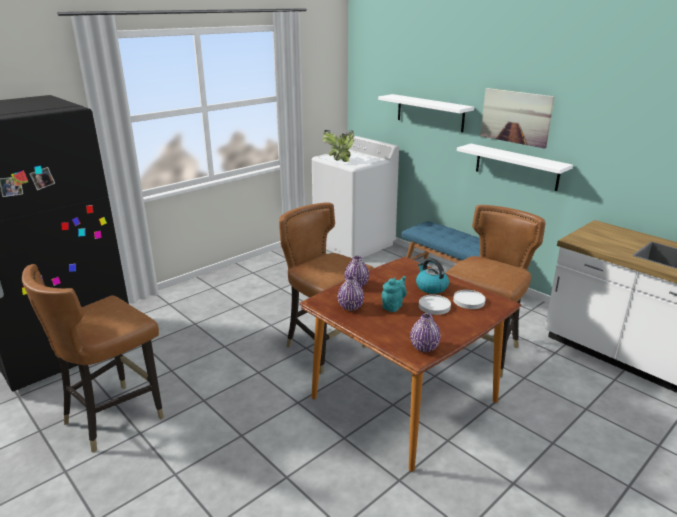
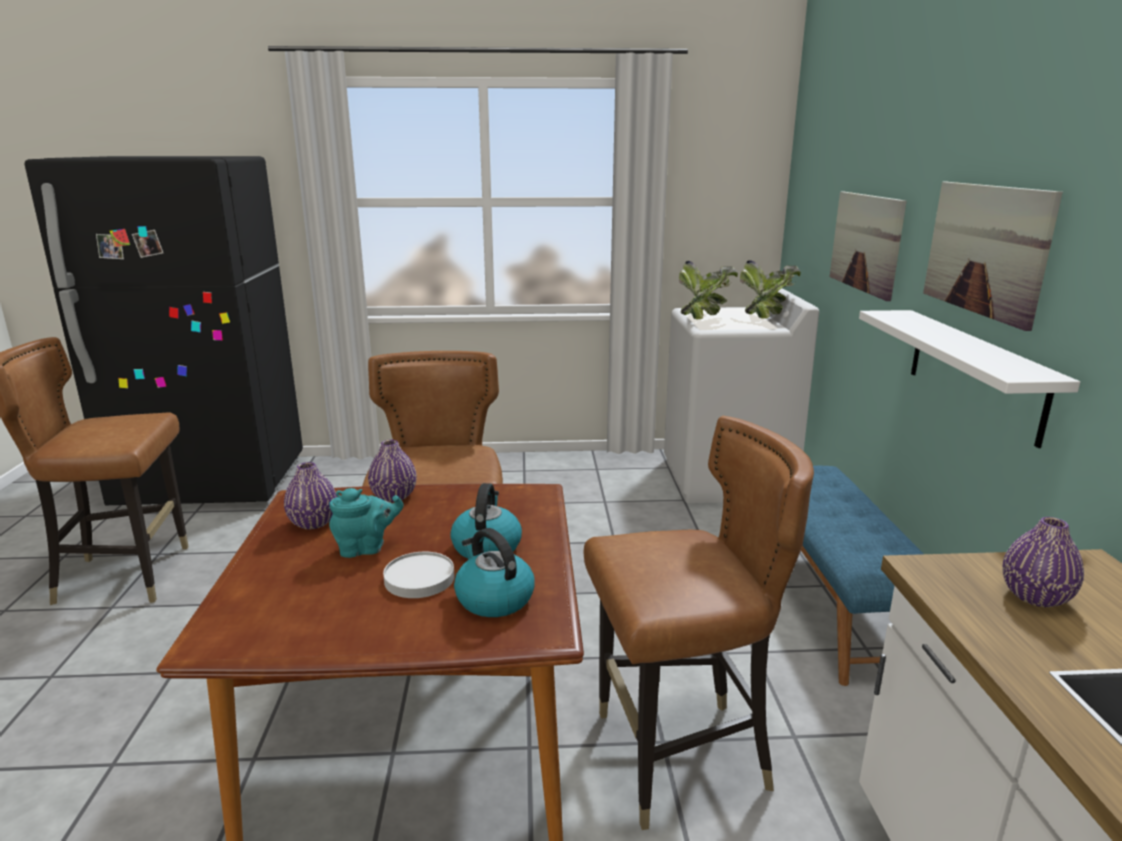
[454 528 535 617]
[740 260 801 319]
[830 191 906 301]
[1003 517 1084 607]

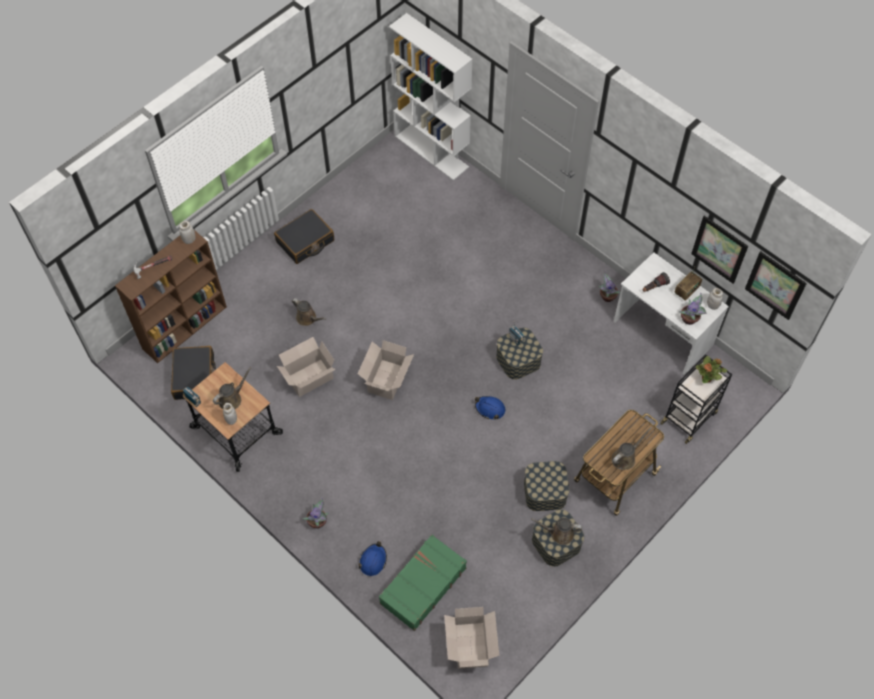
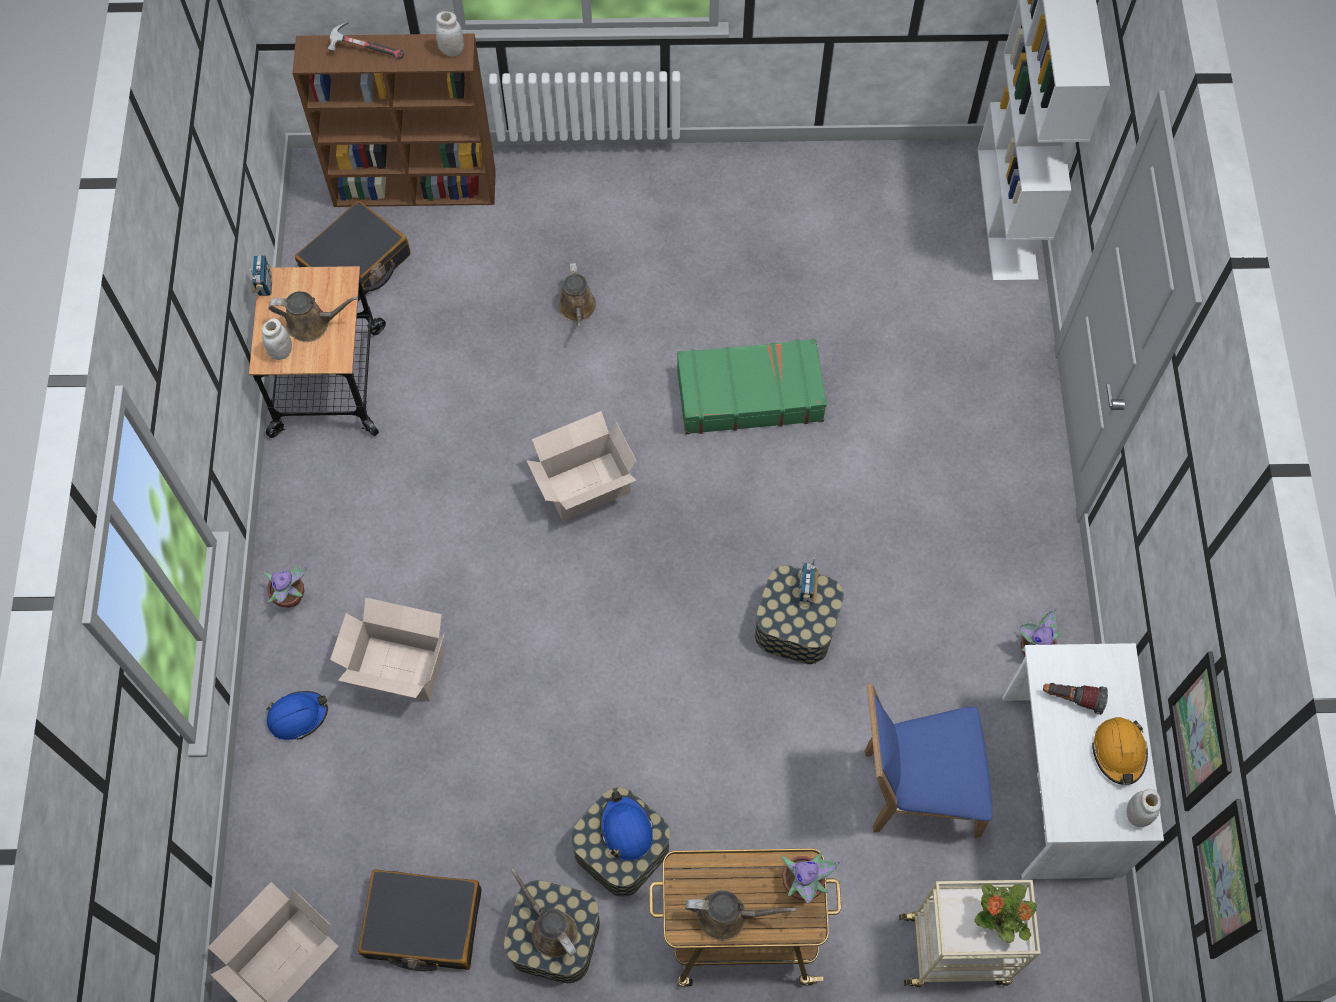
[330 598 445 701]
[358 869 481 971]
[600 791 653 860]
[677 339 827 434]
[781 852 840 904]
[865 683 993 838]
[899 880 1041 987]
[1092 717 1148 785]

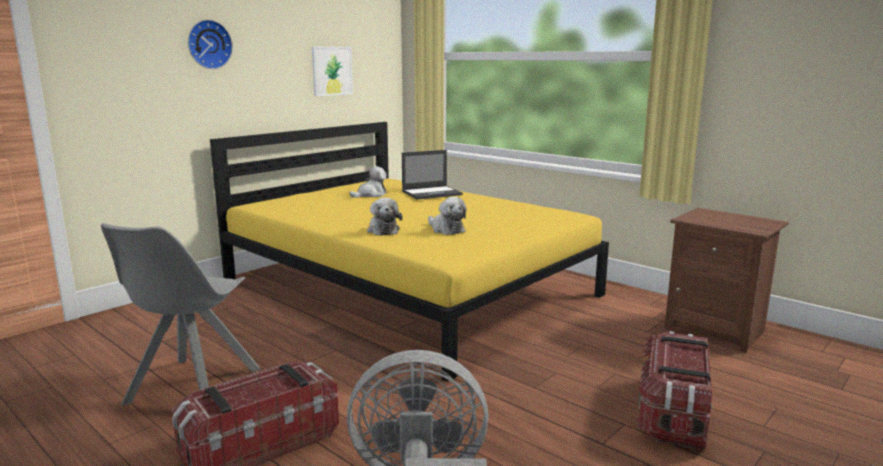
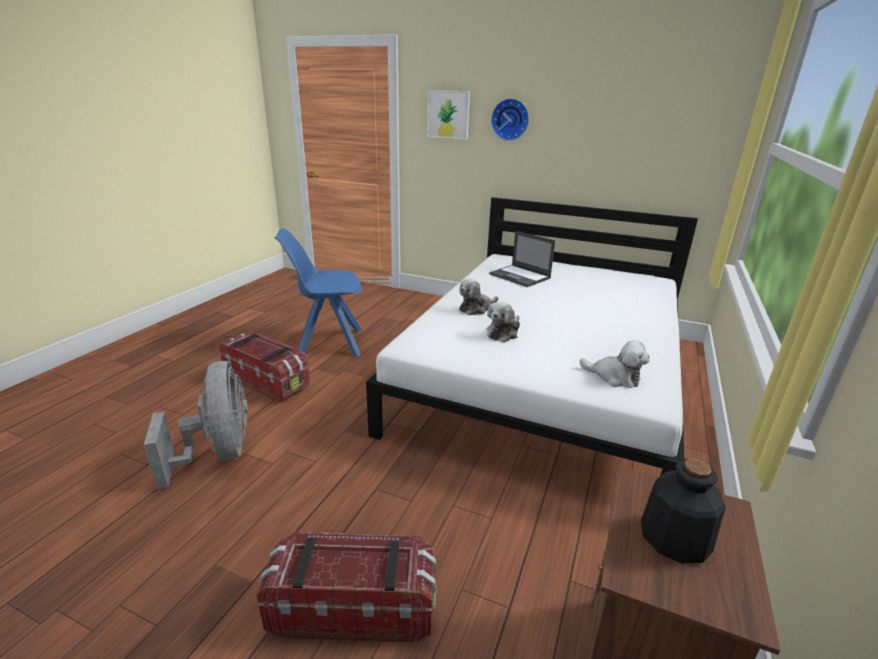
[274 228 362 357]
[366 197 698 476]
[427 90 470 140]
[490 231 555 287]
[580 340 650 388]
[641 459 726 563]

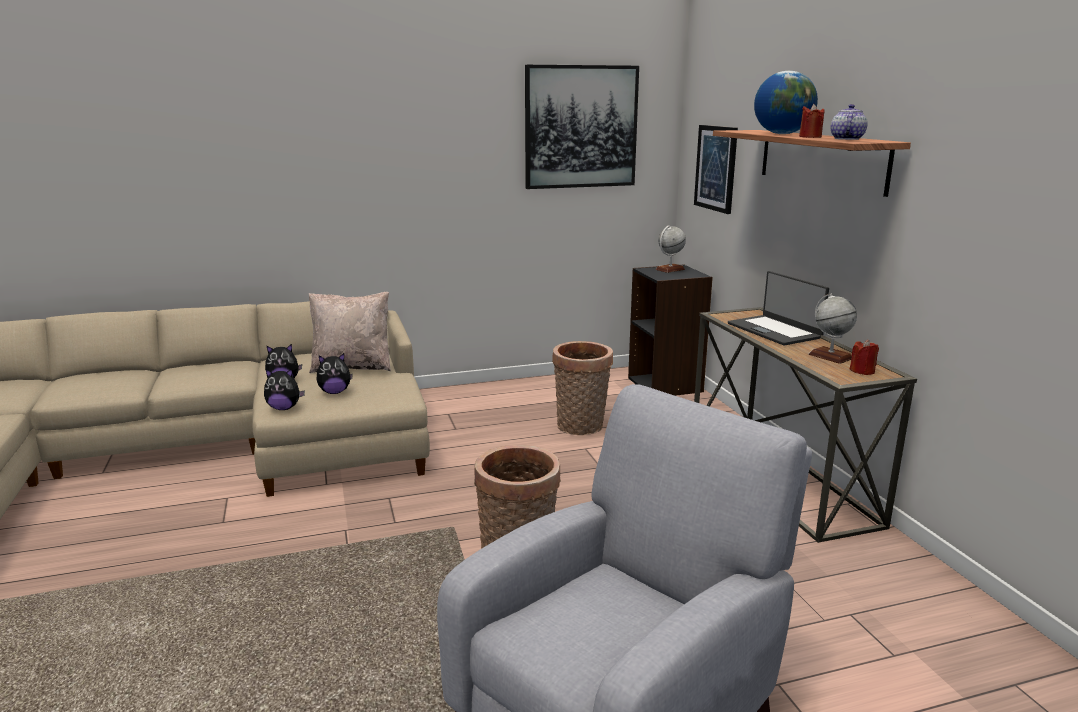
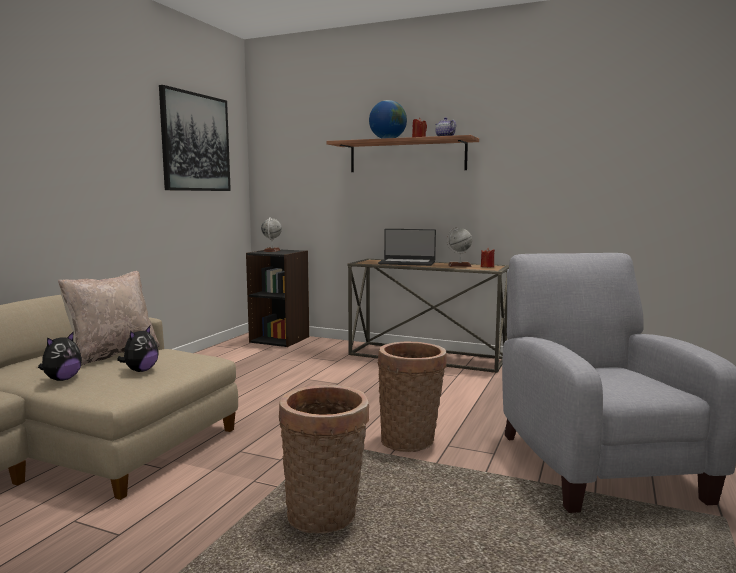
[279 385 369 534]
[264 369 305 410] (first image)
[694 125 738 214] (first image)

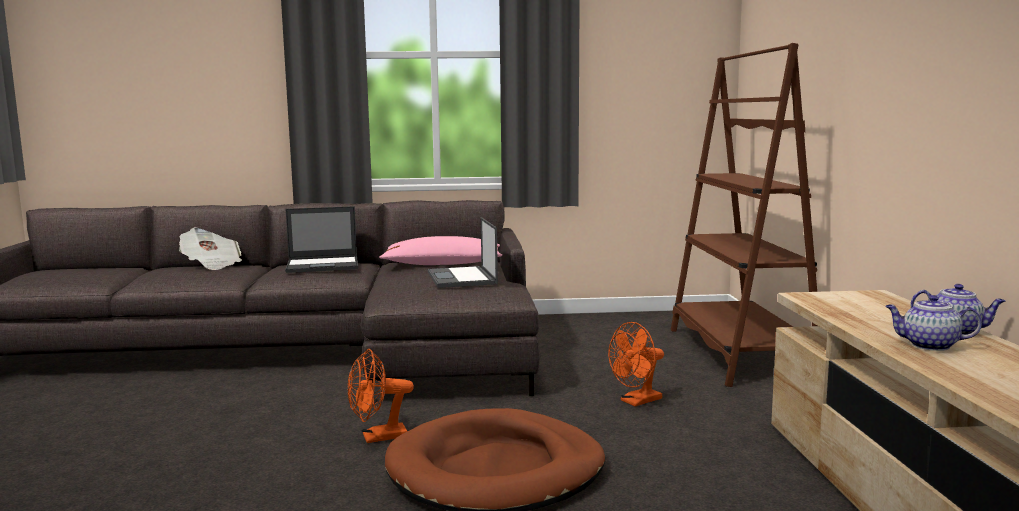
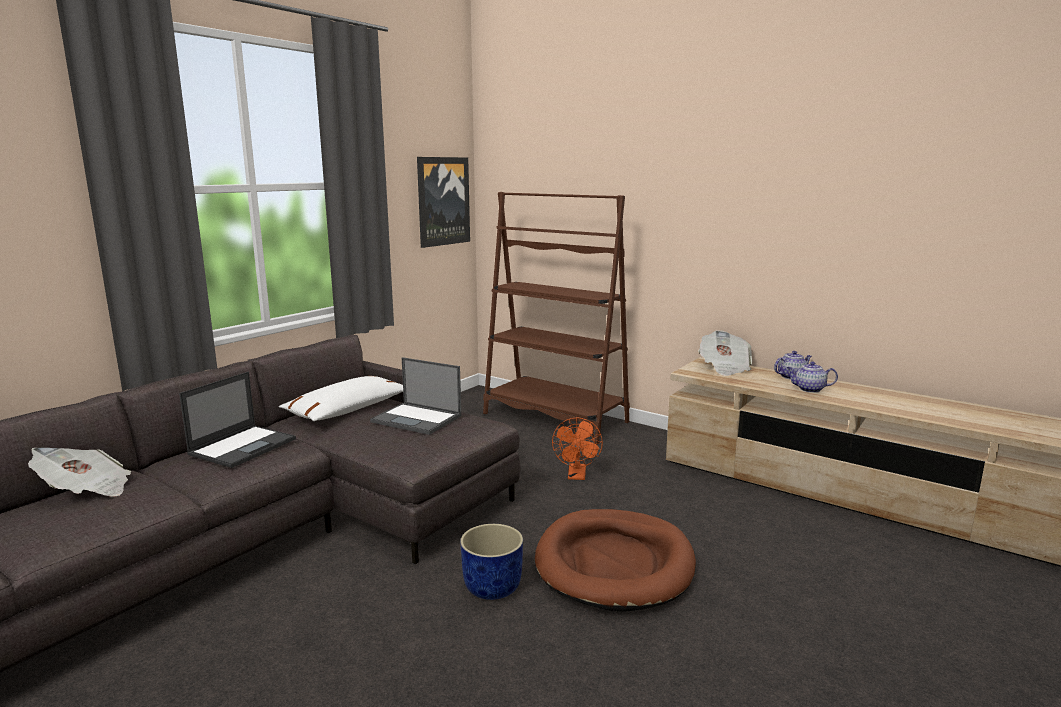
[279 376 403 421]
[417 157 470 248]
[460 524 523 600]
[699 330 752 376]
[786 362 838 393]

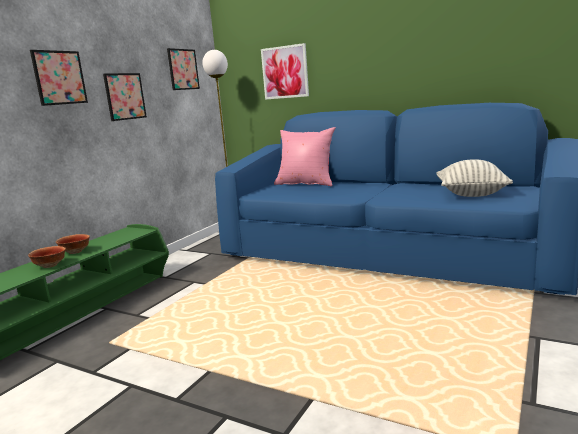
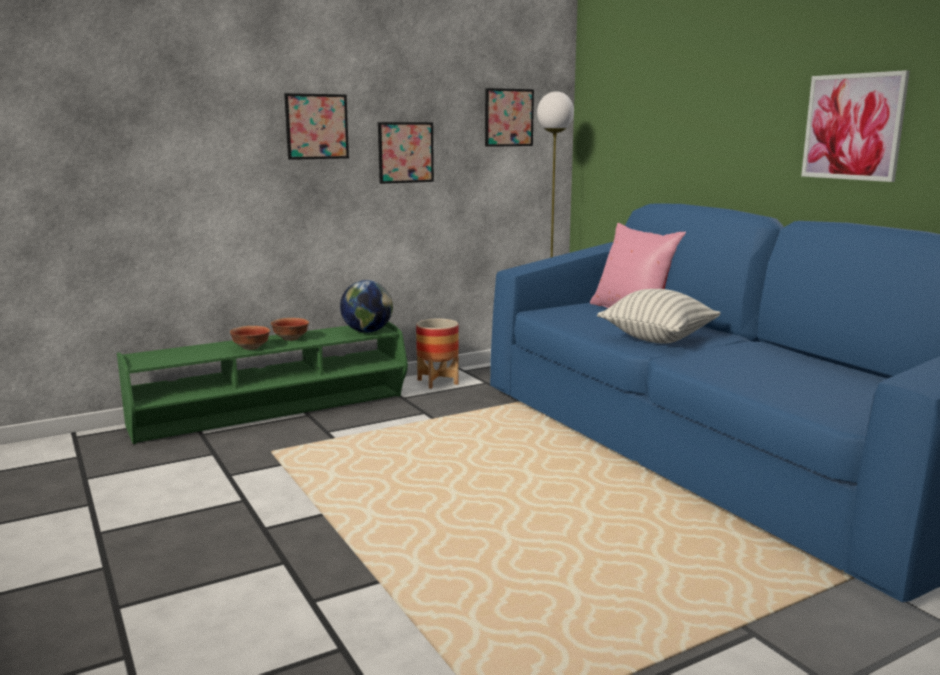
[340 280 393 333]
[416 319 459 389]
[597 289 721 344]
[801 70 910 182]

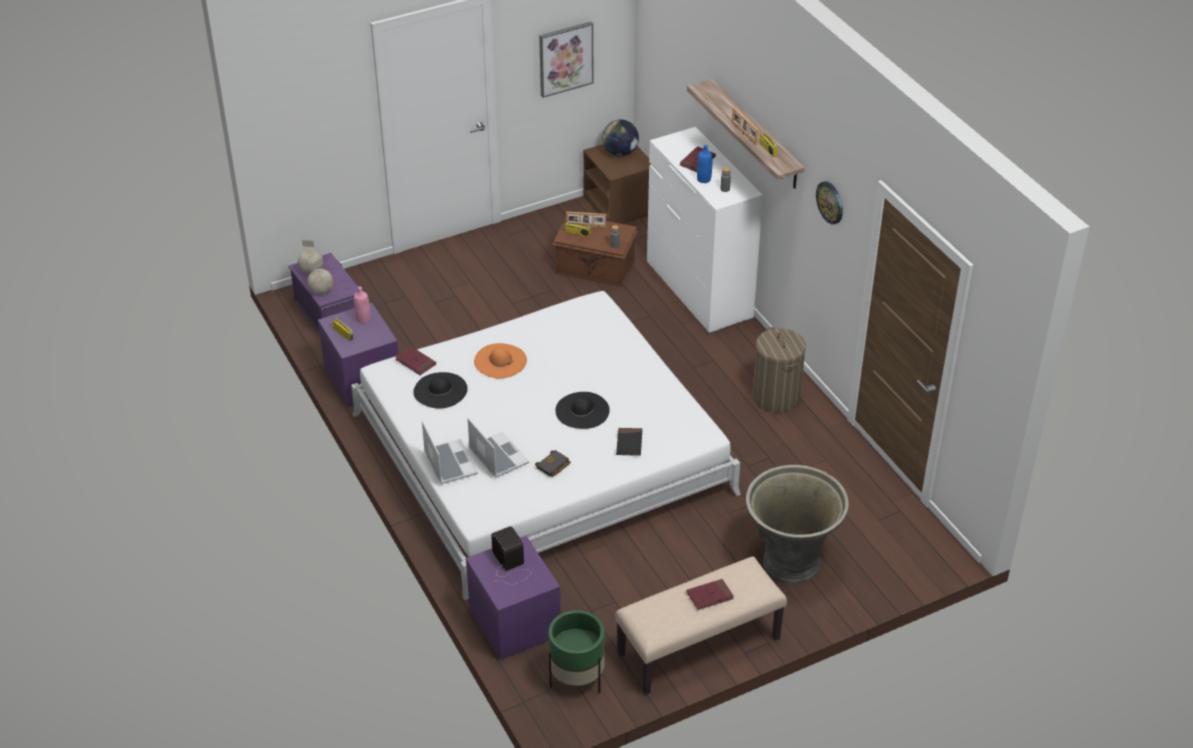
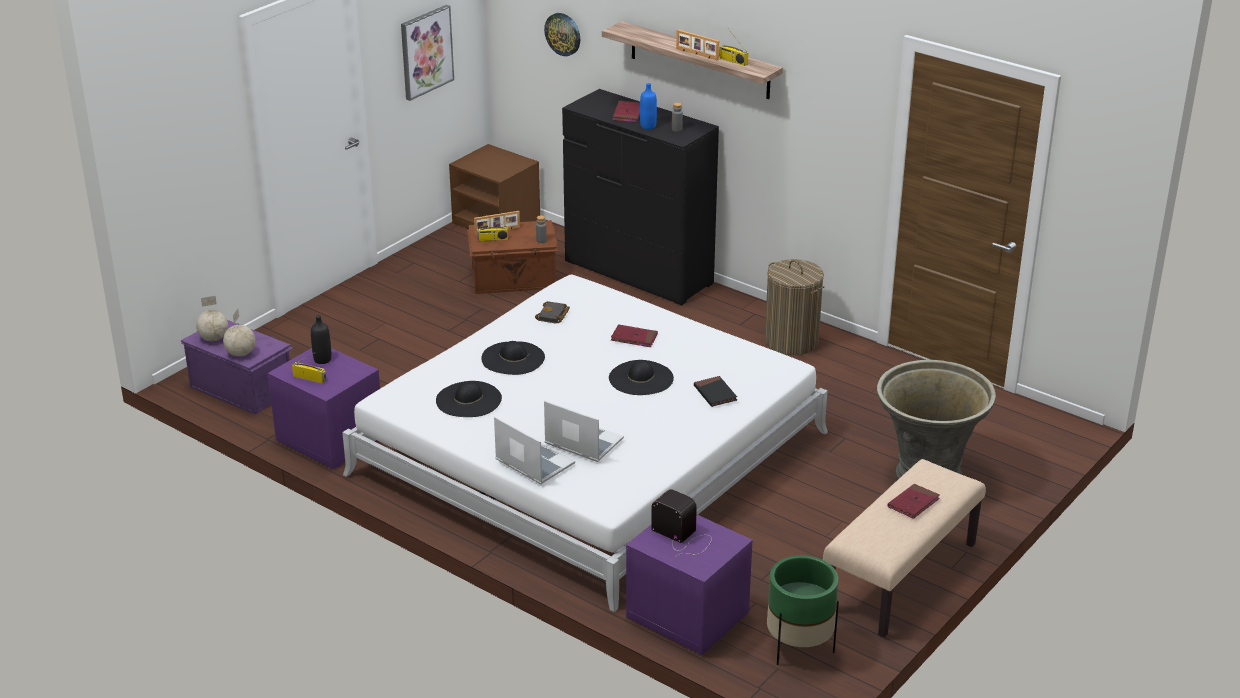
[311 315 331 364]
[481 341 545 375]
[535 301 570 324]
[544 13 580 56]
[562 89 719 306]
[611 324 658 347]
[602 119 639 156] (first image)

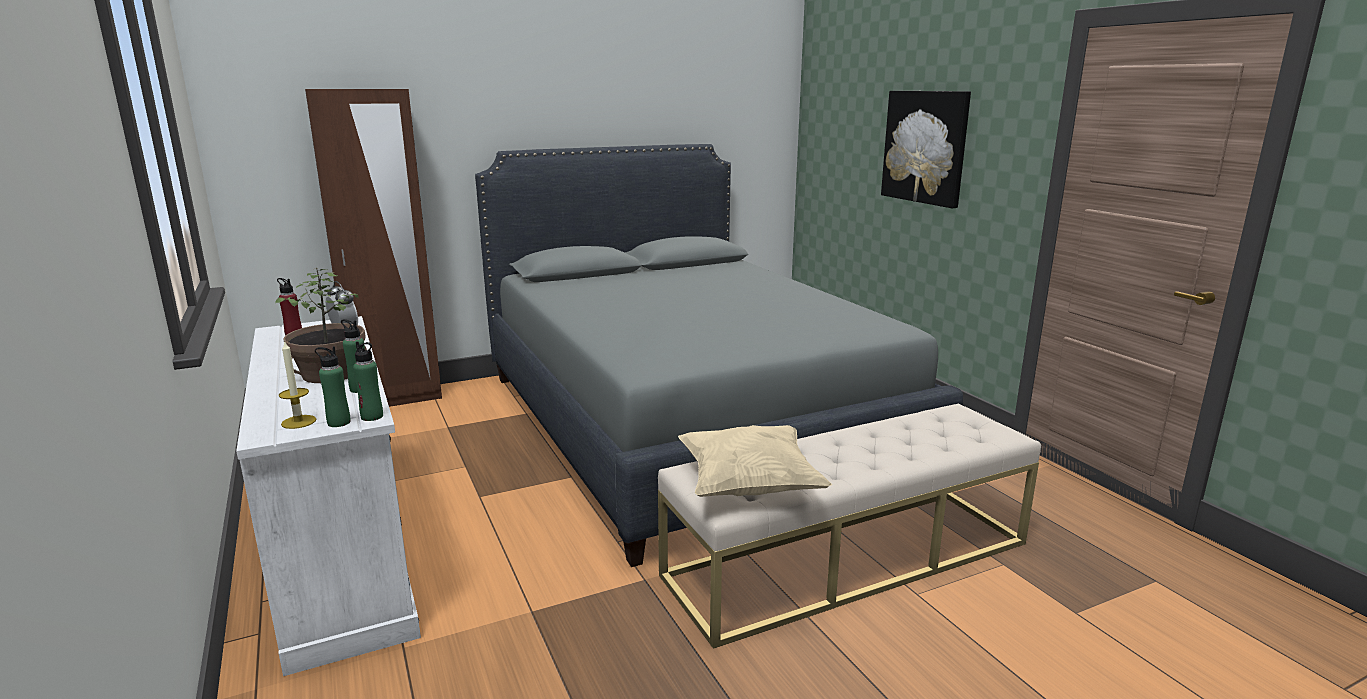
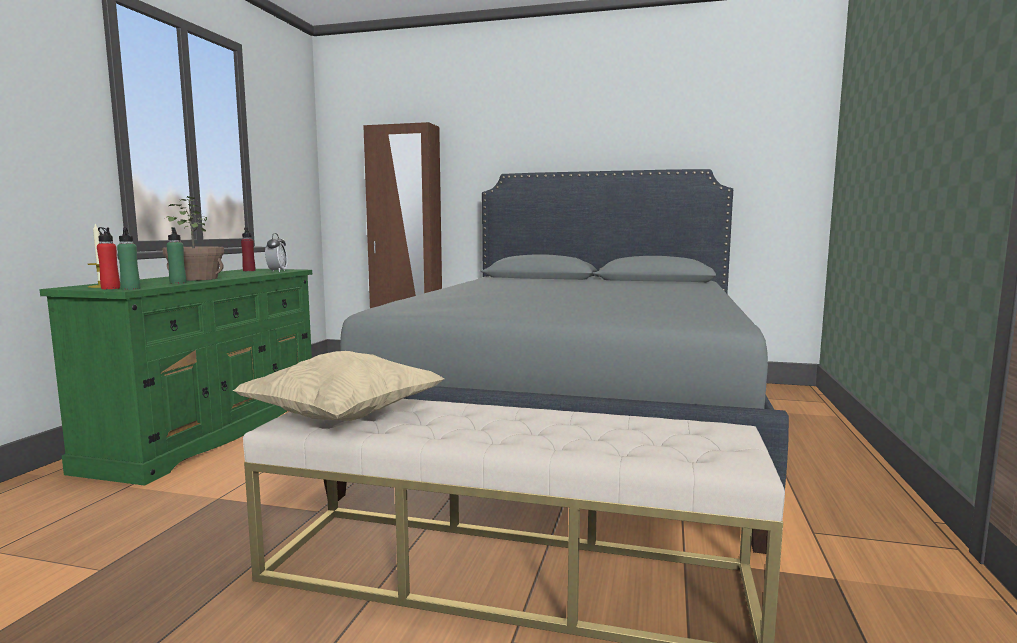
[39 269 312 486]
[97 227 120 289]
[881 91 971 208] (first image)

